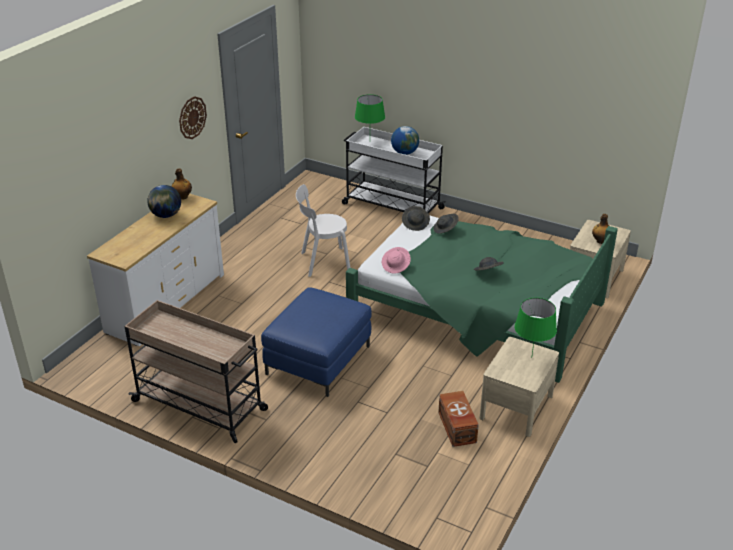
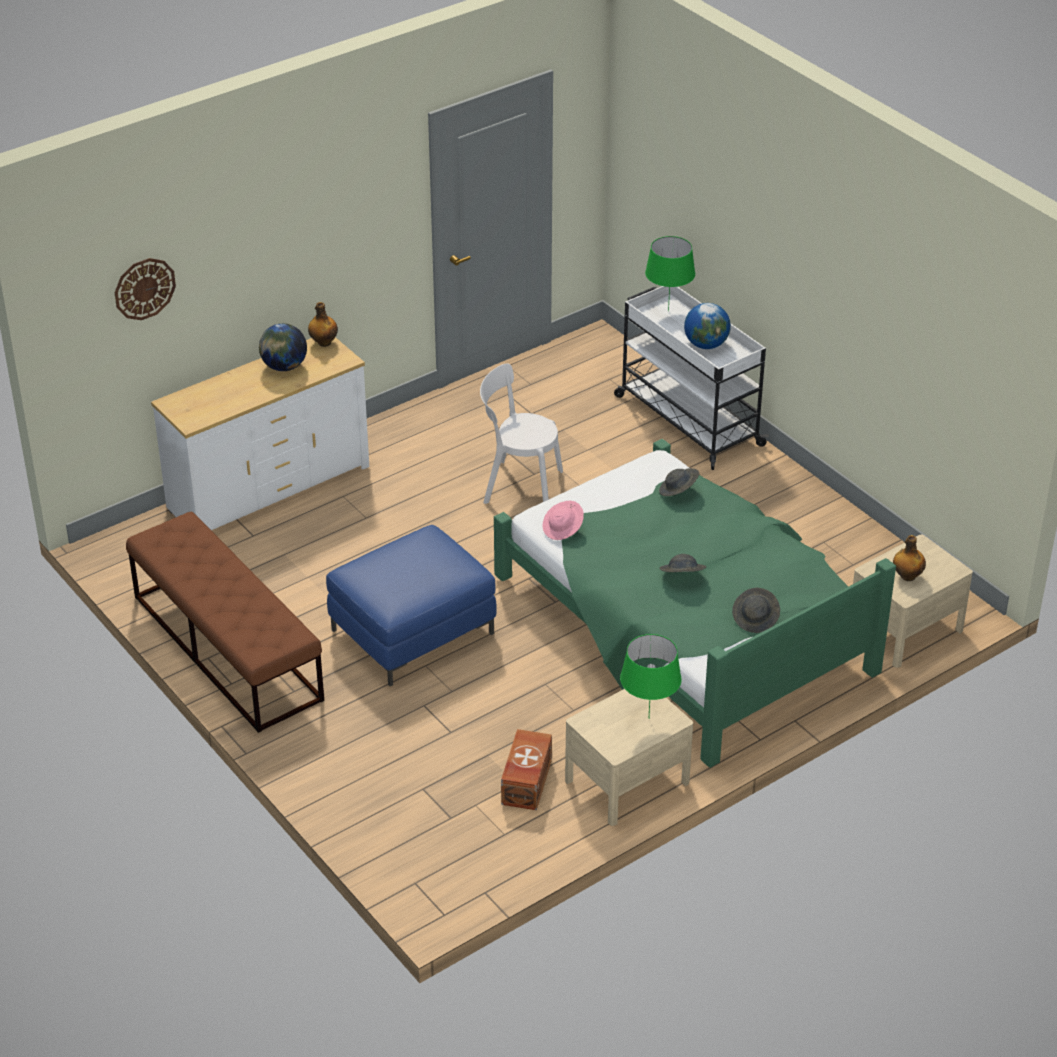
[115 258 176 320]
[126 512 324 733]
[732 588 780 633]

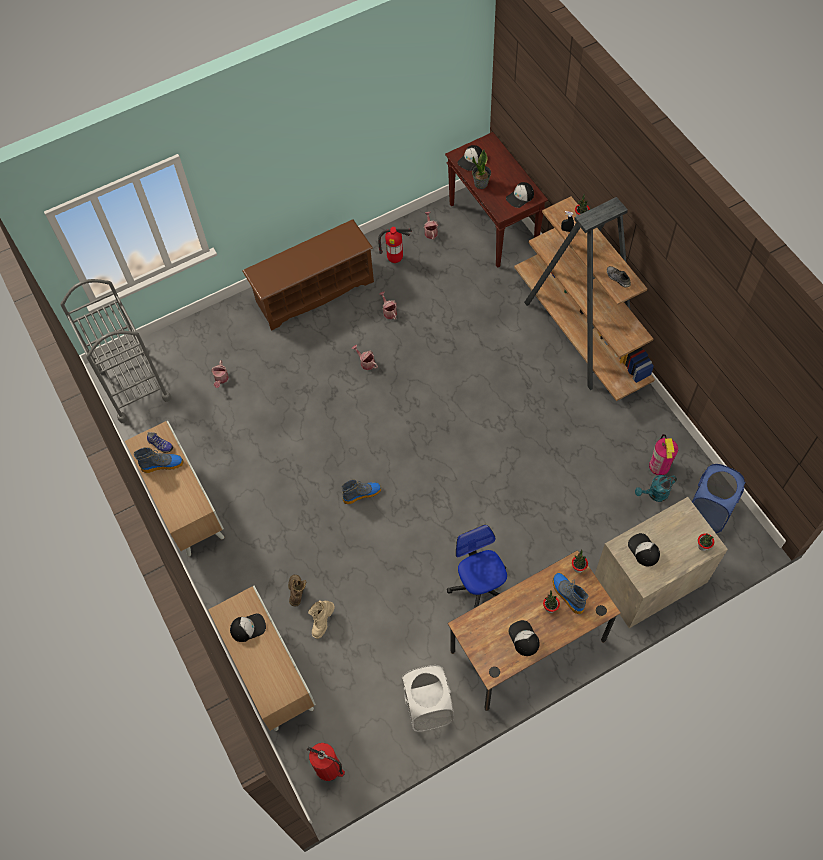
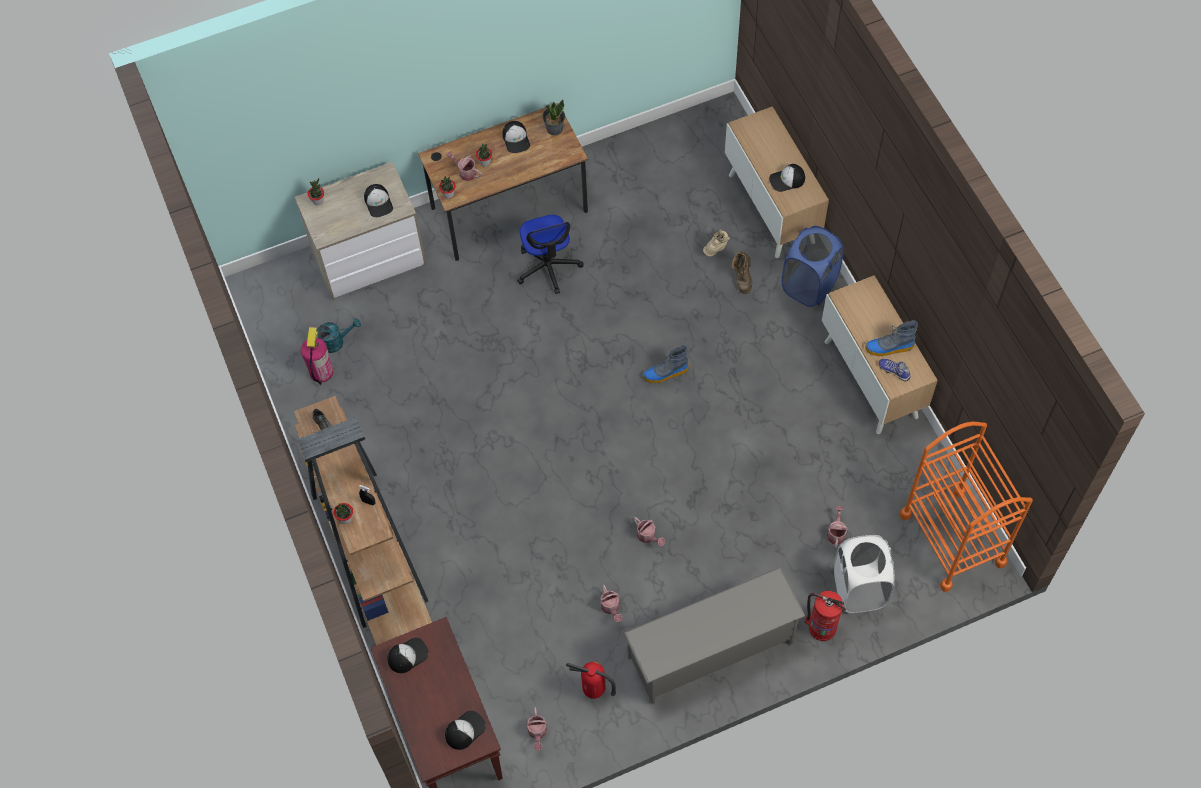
[446 151 481 181]
[542 100 565 135]
[623 567 805 704]
[781 226 844 307]
[805 591 846 641]
[834 535 895 613]
[900 422 1033 592]

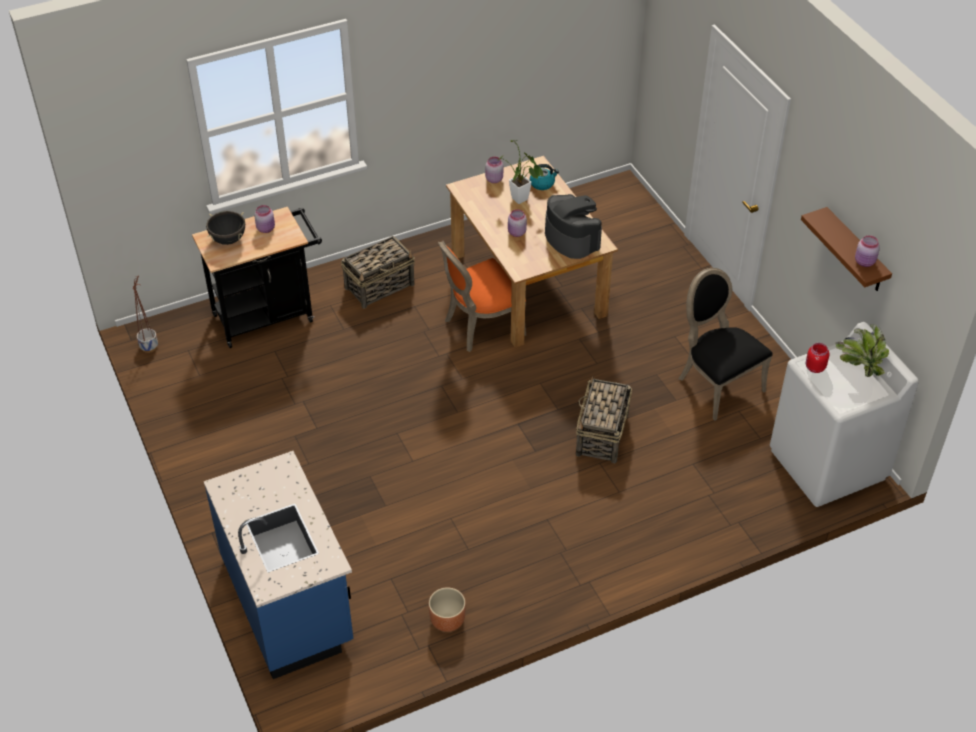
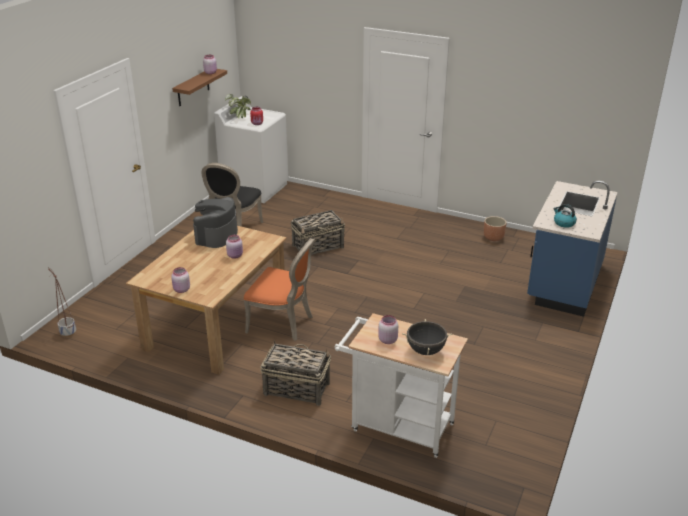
[48 267 76 338]
[335 313 468 458]
[553 204 577 228]
[497 140 543 204] (first image)

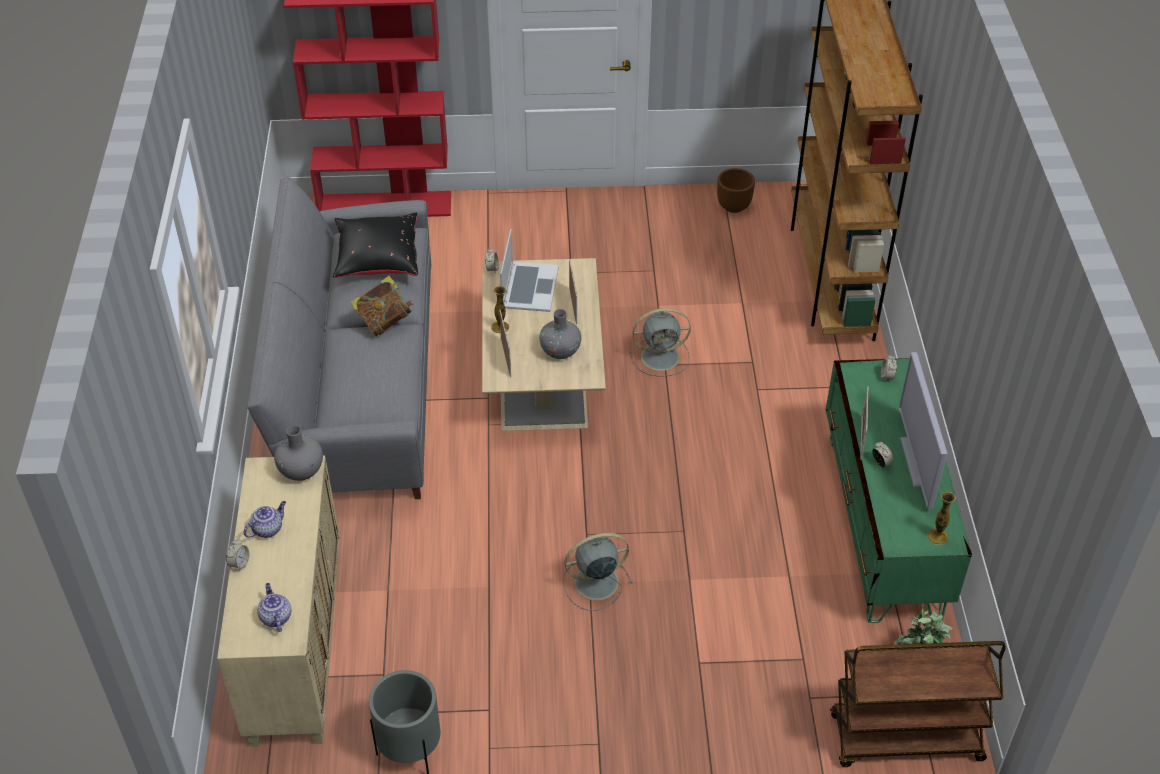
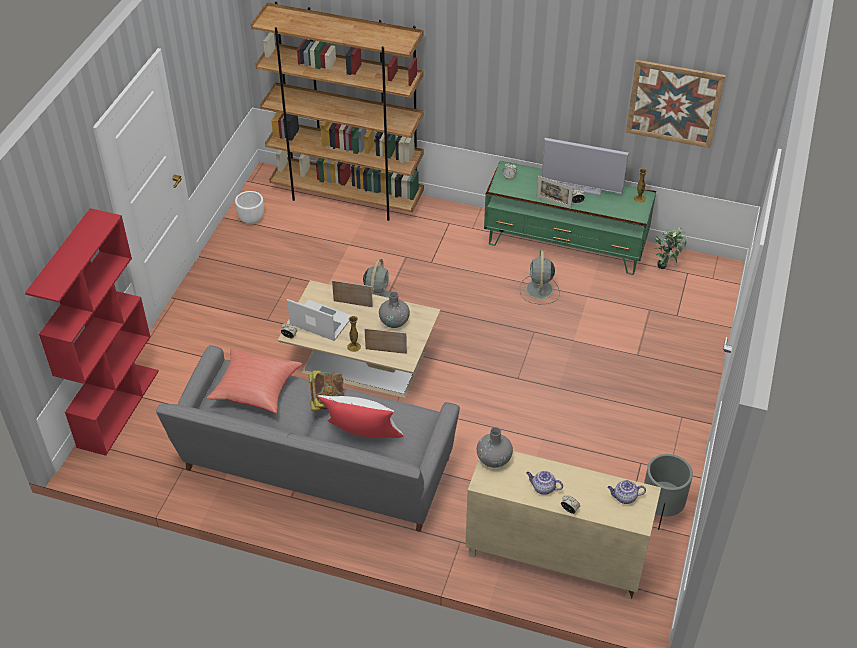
[206 348 302 413]
[235 191 264 224]
[318 395 404 438]
[520 250 560 304]
[526 471 563 495]
[626 60 725 148]
[830 641 1006 767] (first image)

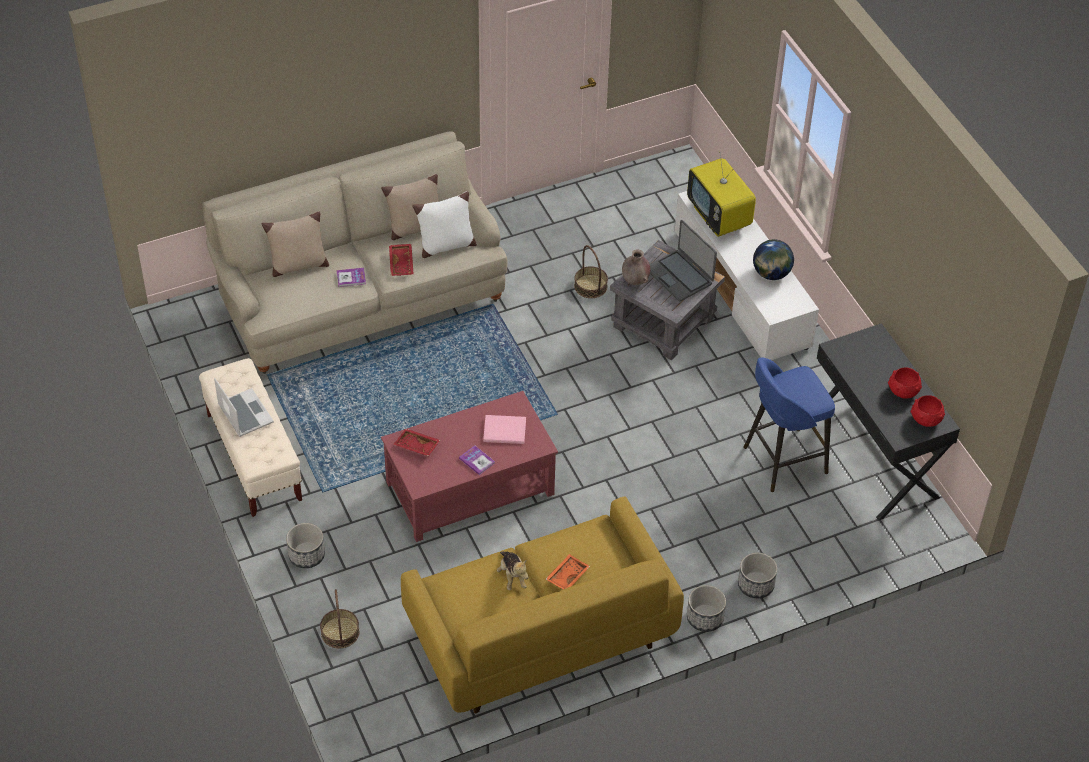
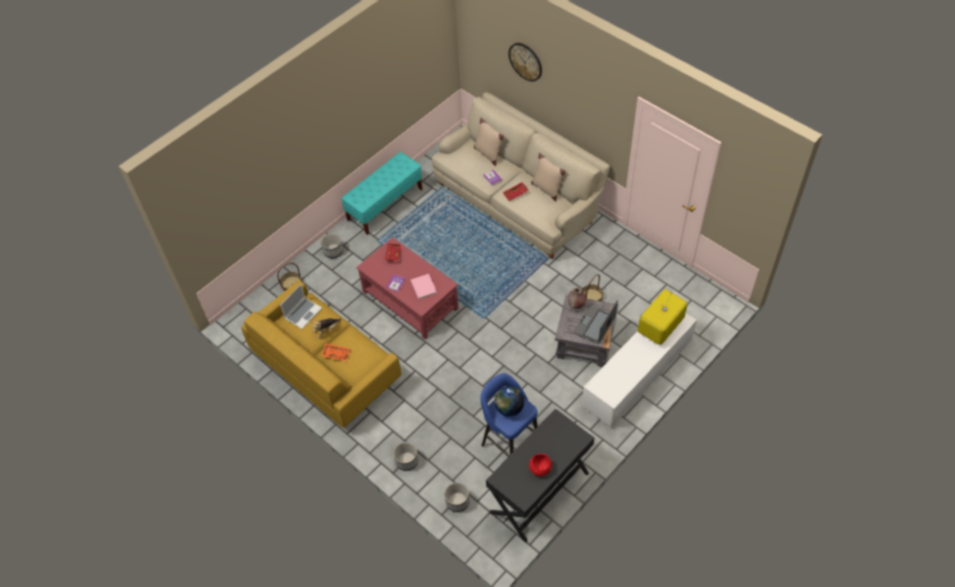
[280 284 322 329]
[341 152 423 235]
[445 482 470 512]
[494 386 524 416]
[508 43 542 82]
[412 191 477 258] (first image)
[910 395 945 427] (first image)

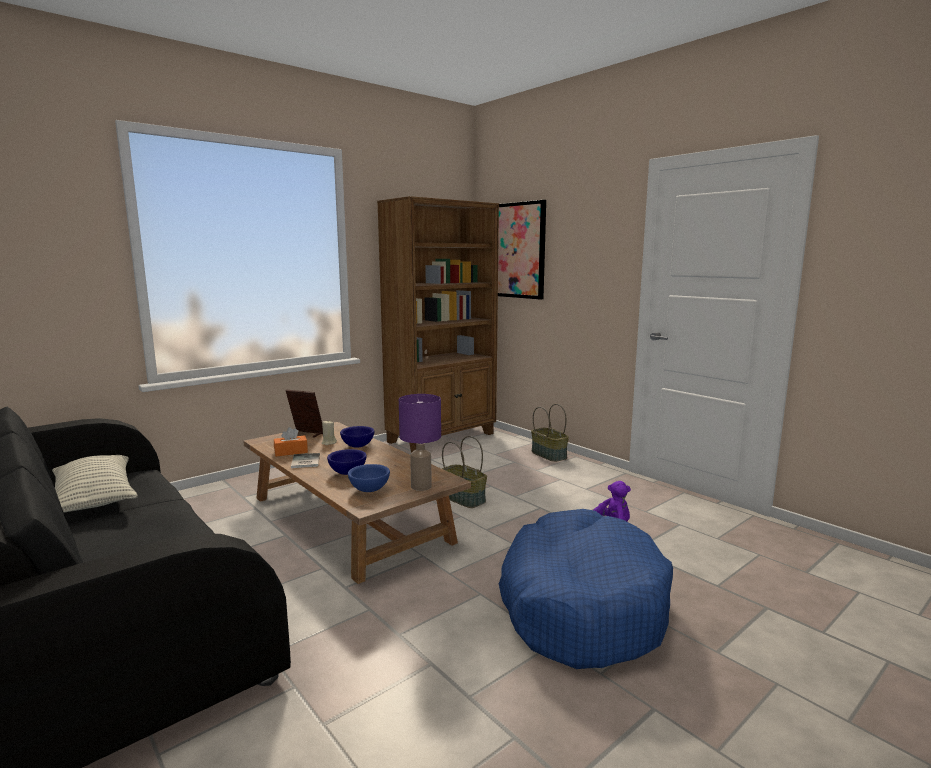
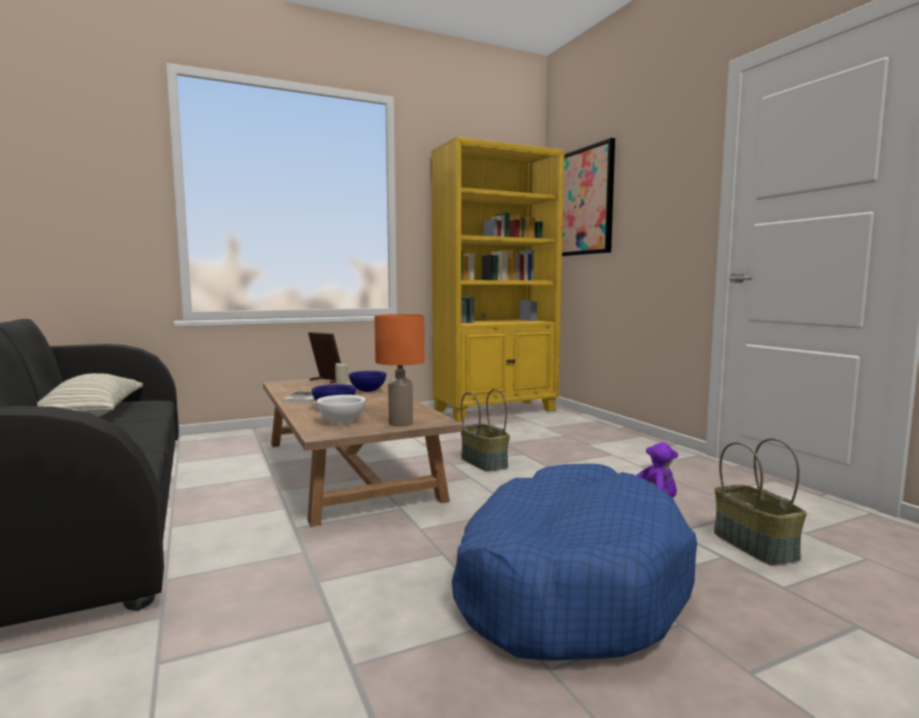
[317 395 366 423]
[374 314 425 426]
[431 137 565 422]
[714 438 807 566]
[274 427 308 457] (first image)

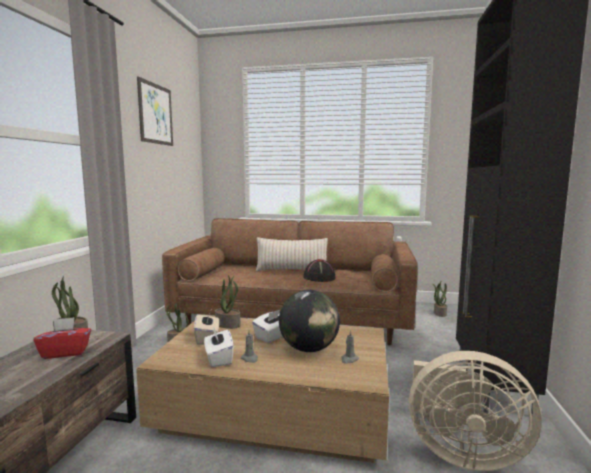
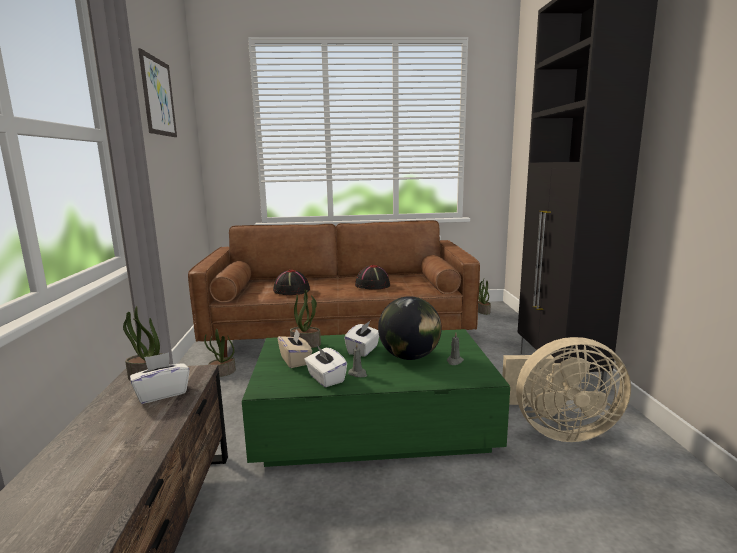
[130 352 190 404]
[242 329 510 467]
[273 270 310 295]
[256 237 328 271] (first image)

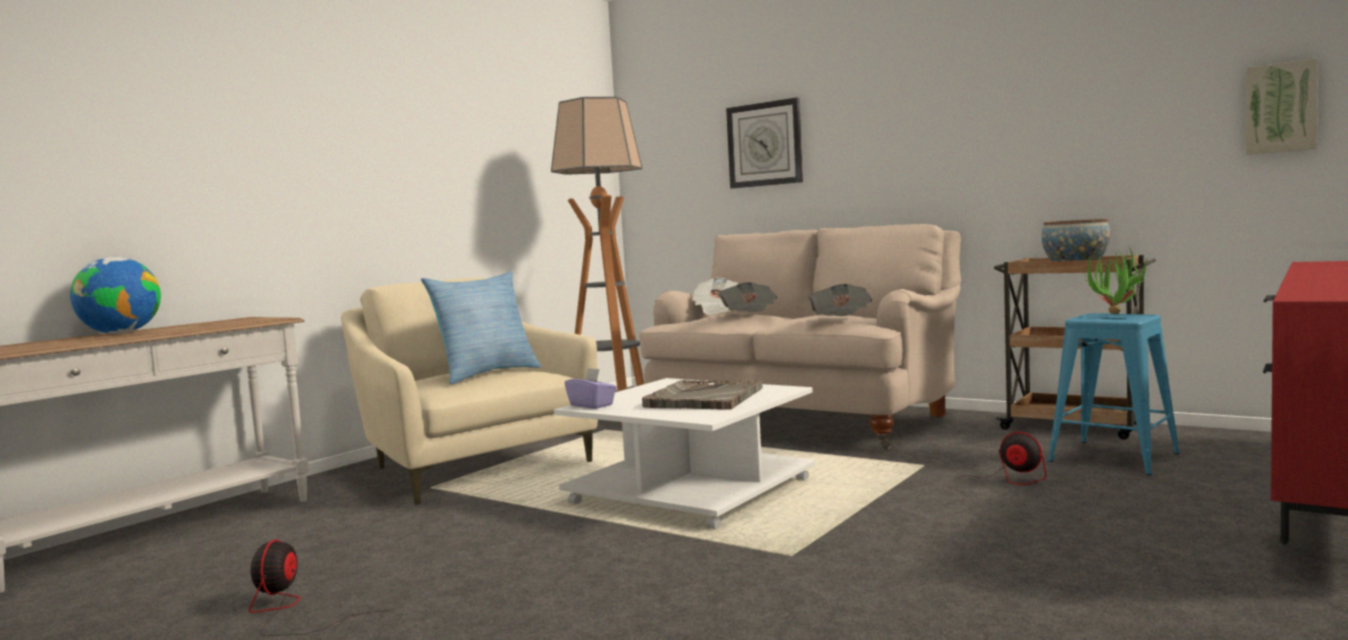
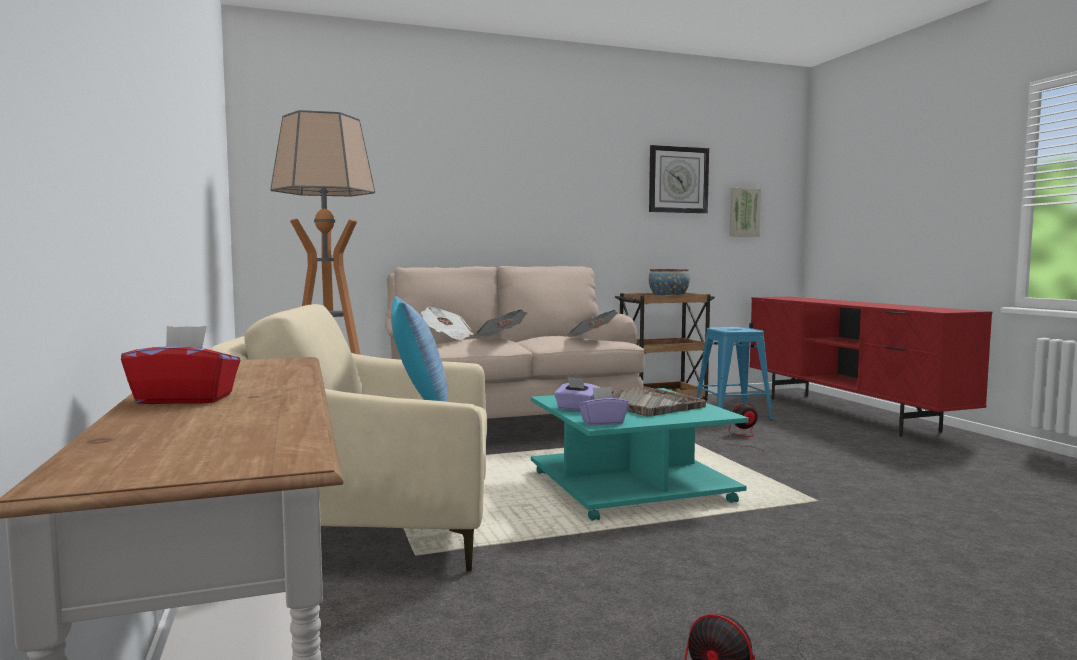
[121 326 240 404]
[531 388 749 521]
[554 377 600 411]
[649 145 709 213]
[1083 247 1151 314] (first image)

